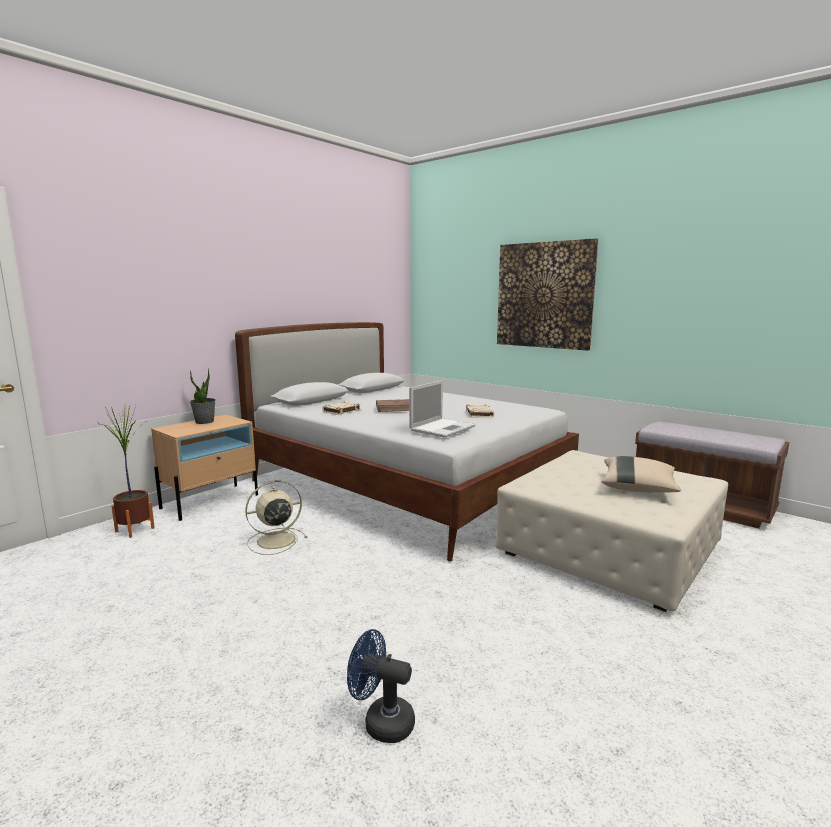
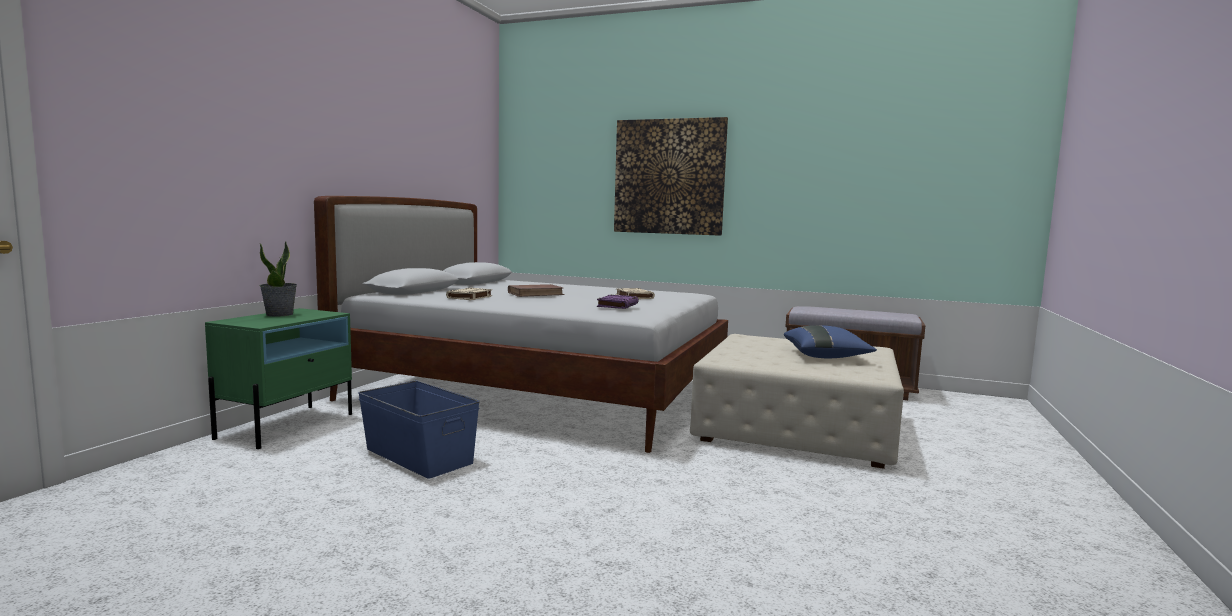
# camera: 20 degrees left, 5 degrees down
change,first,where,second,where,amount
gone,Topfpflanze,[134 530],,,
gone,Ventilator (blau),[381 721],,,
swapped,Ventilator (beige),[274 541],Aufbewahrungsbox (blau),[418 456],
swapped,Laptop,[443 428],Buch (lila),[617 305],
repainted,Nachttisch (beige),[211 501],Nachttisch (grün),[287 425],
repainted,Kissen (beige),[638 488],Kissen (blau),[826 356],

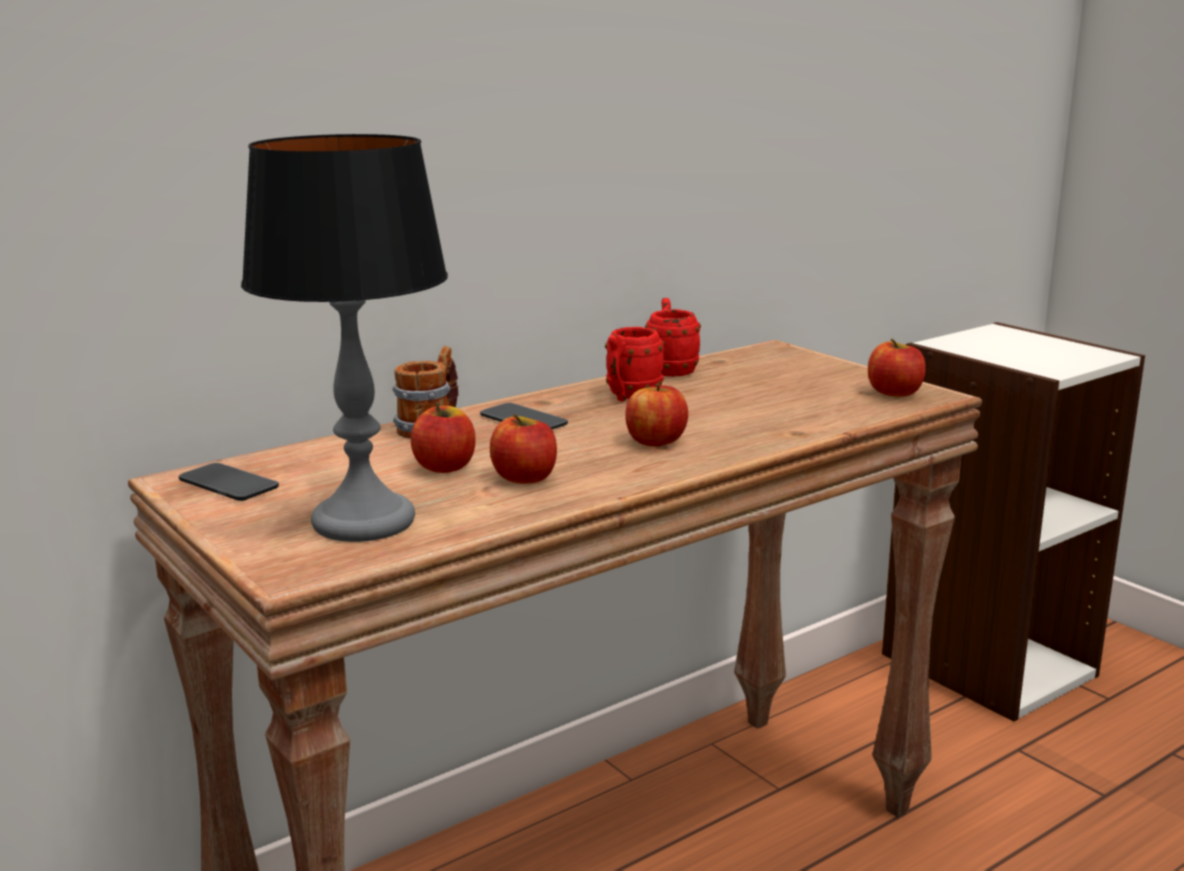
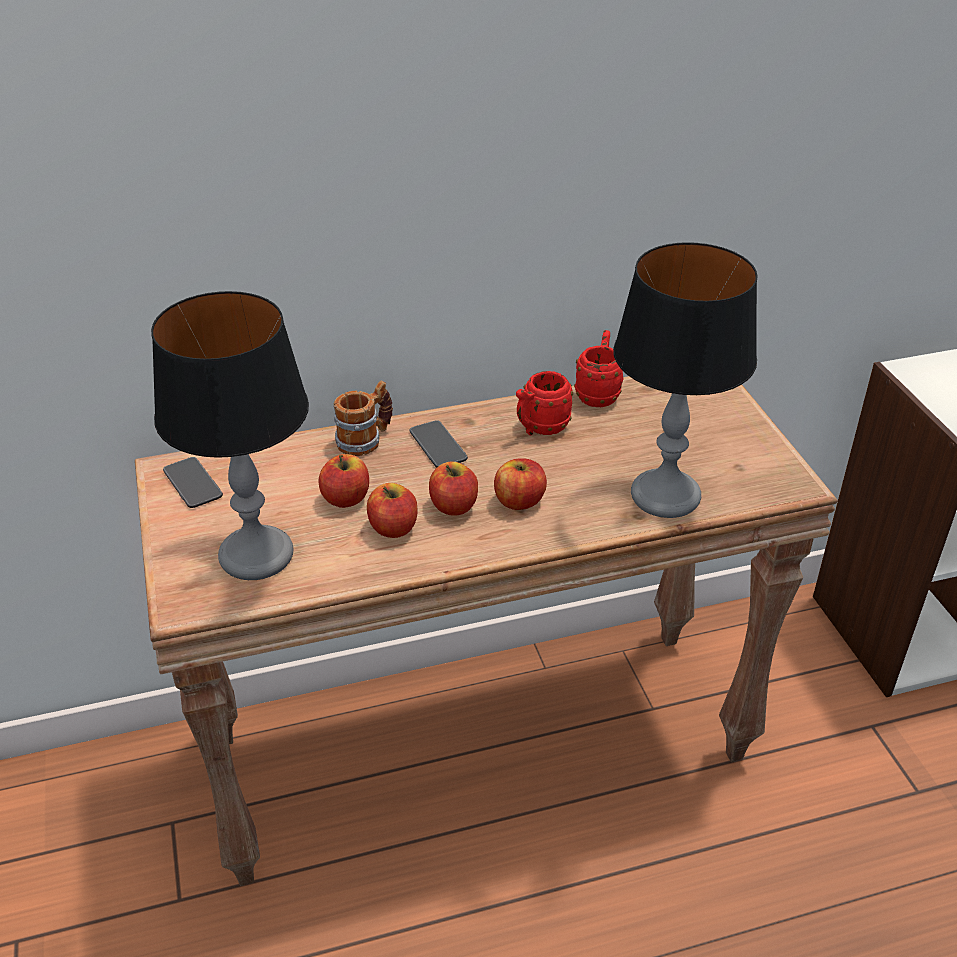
# camera: 20 degrees right, 20 degrees up
change,first,where,second,where,amount
new,,,Tischlampe,[665 495],
shifted,Apfel,[894 393],,[454 506],

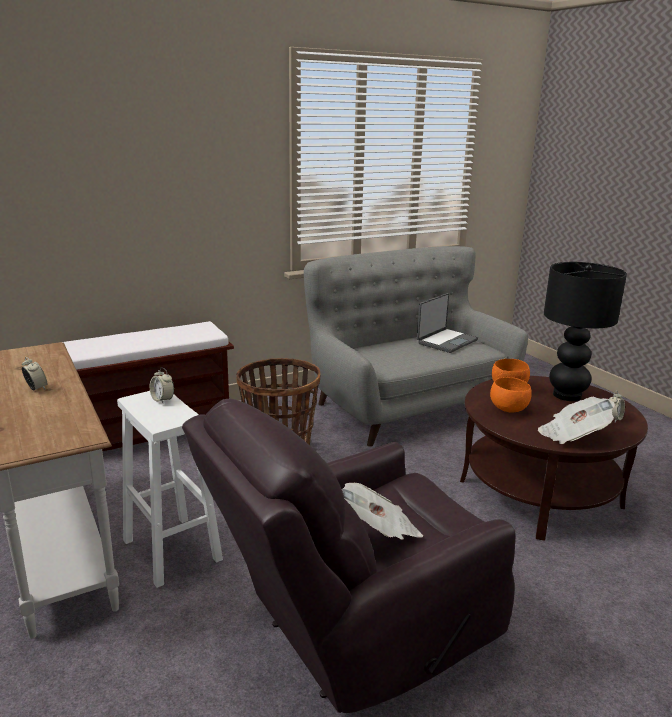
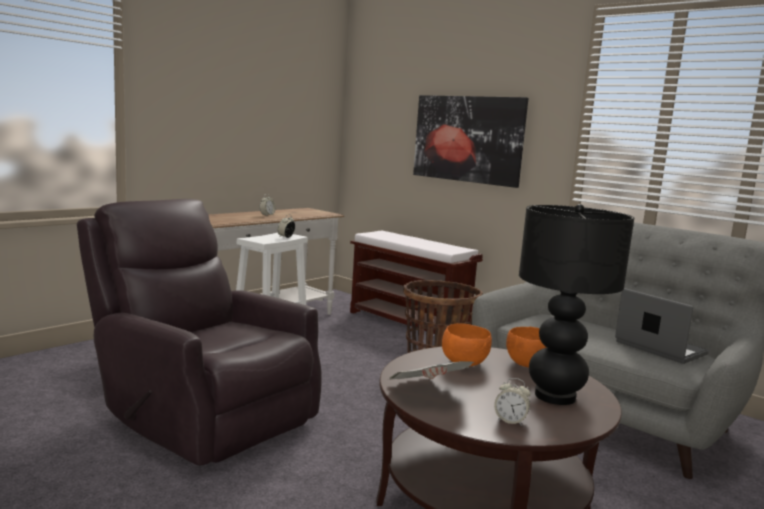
# camera: 70 degrees right, 10 degrees down
change,first,where,second,where,amount
gone,Zeitung,[380 530],,,
new,,,Bild,[468 139],
rotated,Laptop,[446 341],,[659 348],150 degrees counterclockwise

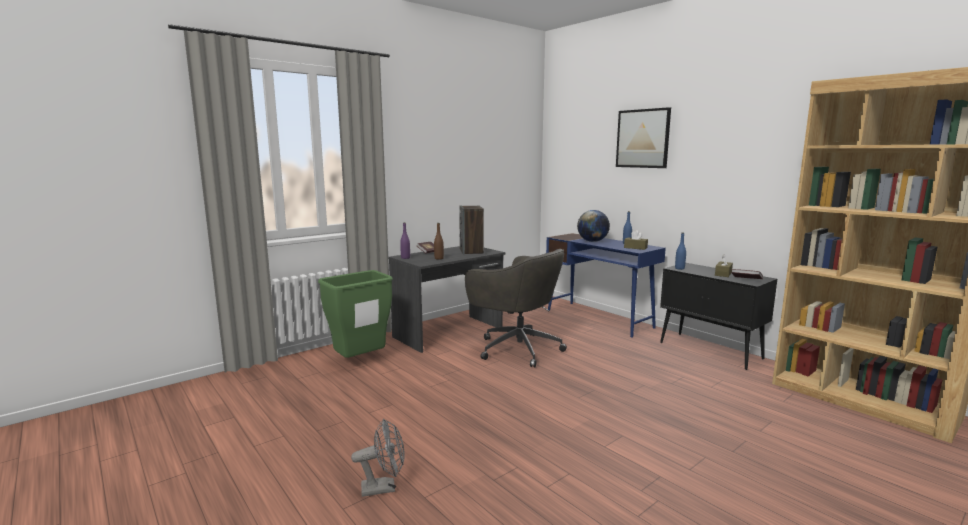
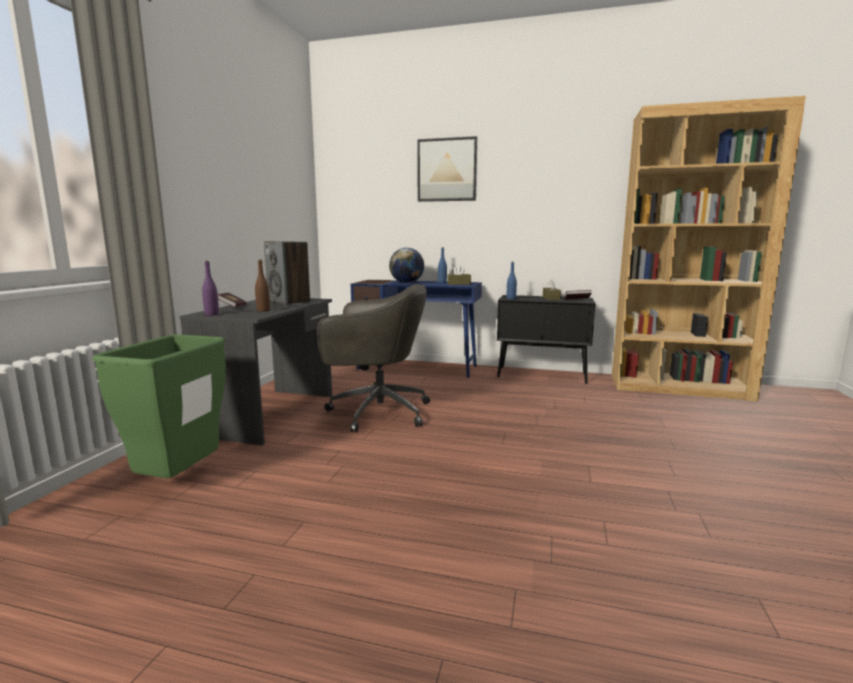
# camera: 35 degrees left, 0 degrees up
change,first,where,second,where,amount
gone,Ventilator (grau),[384 487],,,

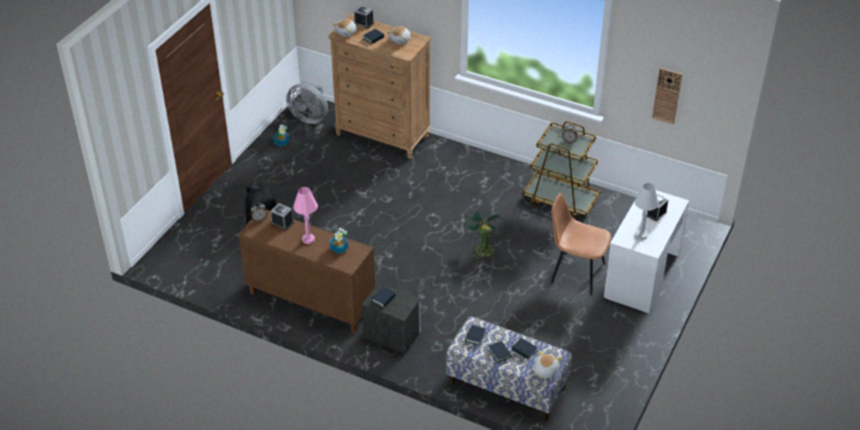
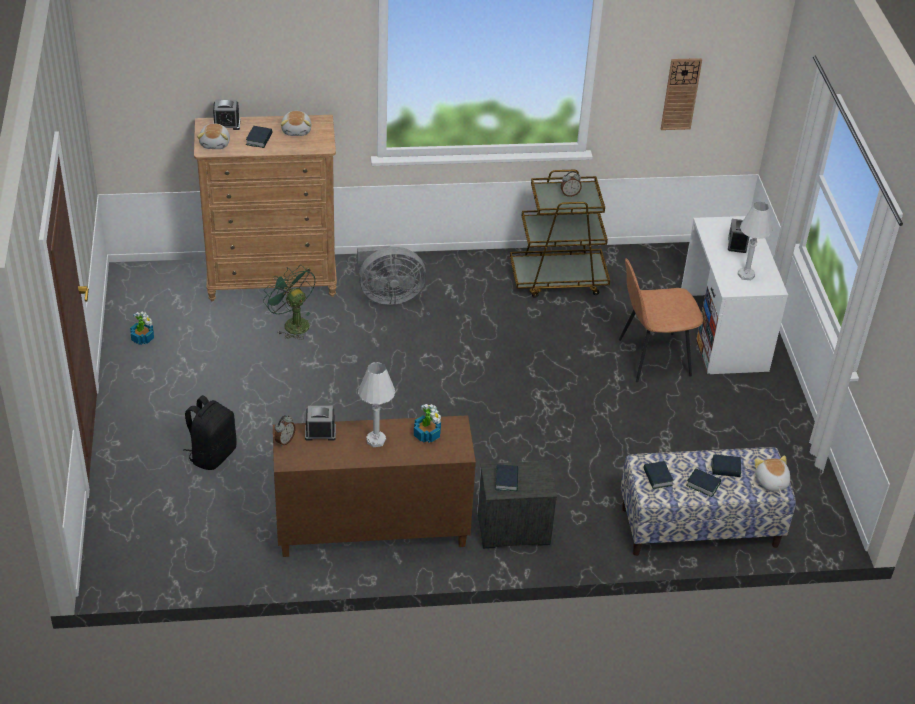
# camera: 35 degrees left, 0 degrees up
change,first,where,second,where,amount
shifted,Ventilator (grau),[309 117],,[388 296],
shifted,Ventilator (grün),[482 247],,[292 323],
repainted,Tischlampe (rosa),[308 239],Tischlampe (weiß),[376 440],

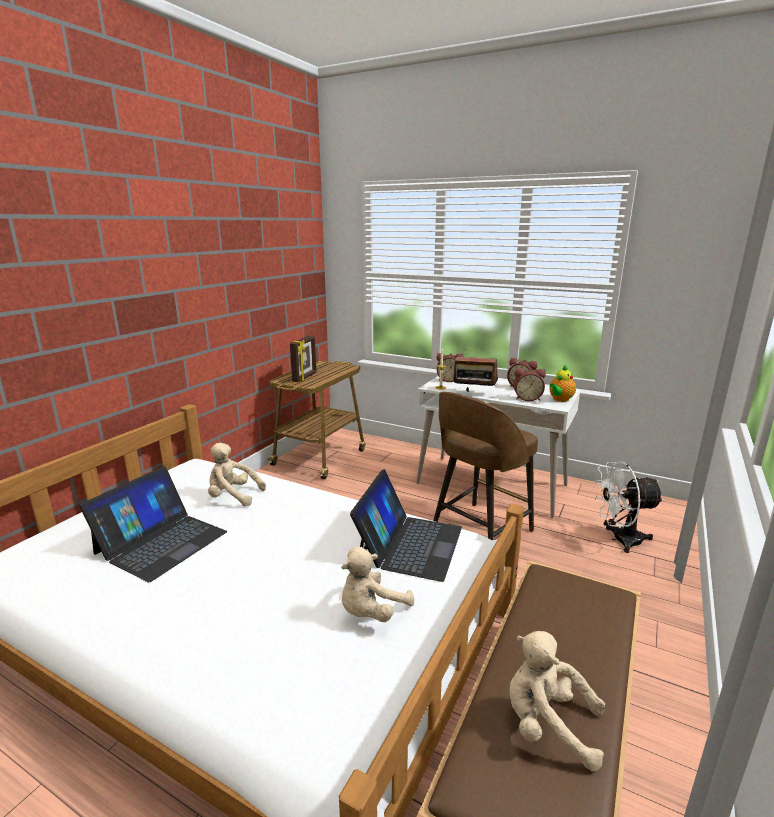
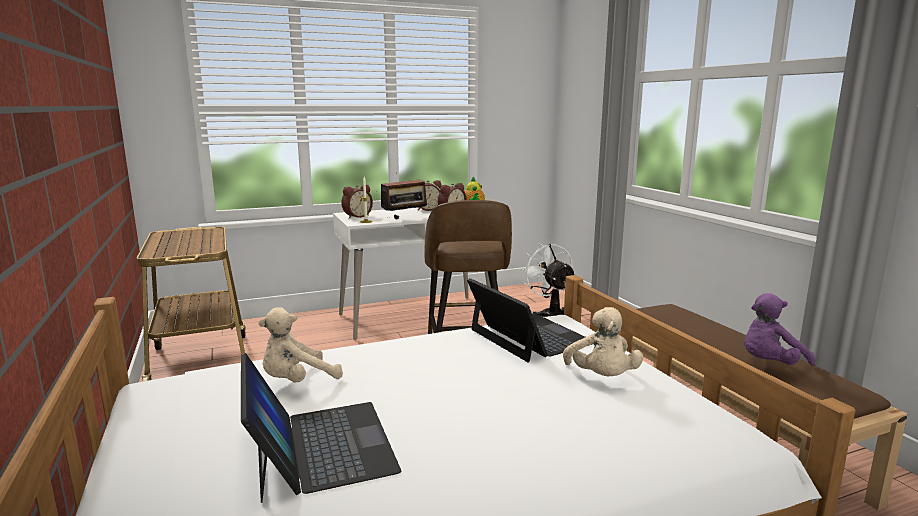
# camera: 50 degrees left, 5 degrees down
change,first,where,second,where,amount
gone,Bilderrahmen,[305 377],,,
repainted,Plüschtier (beige),[547 725],Plüschtier (lila),[769 364],
rotated,Ventilator (weiß),[620 539],,[550 314],120 degrees clockwise

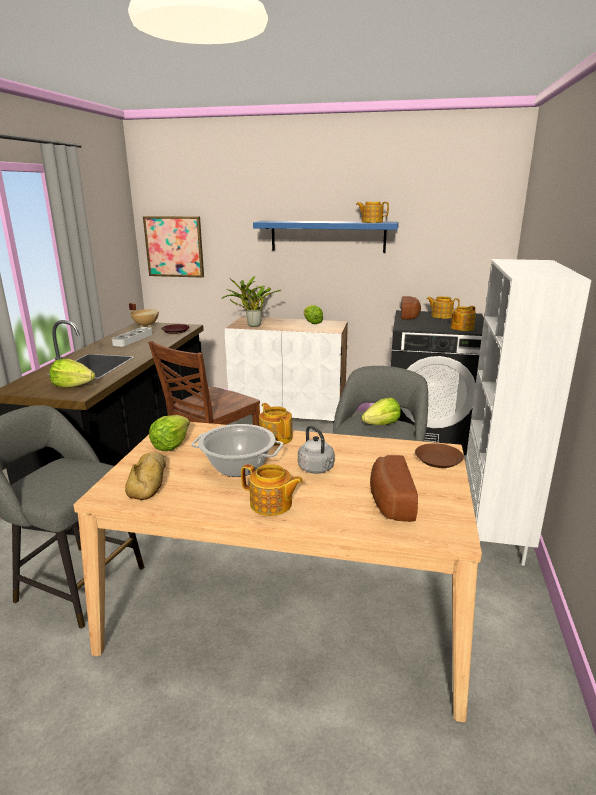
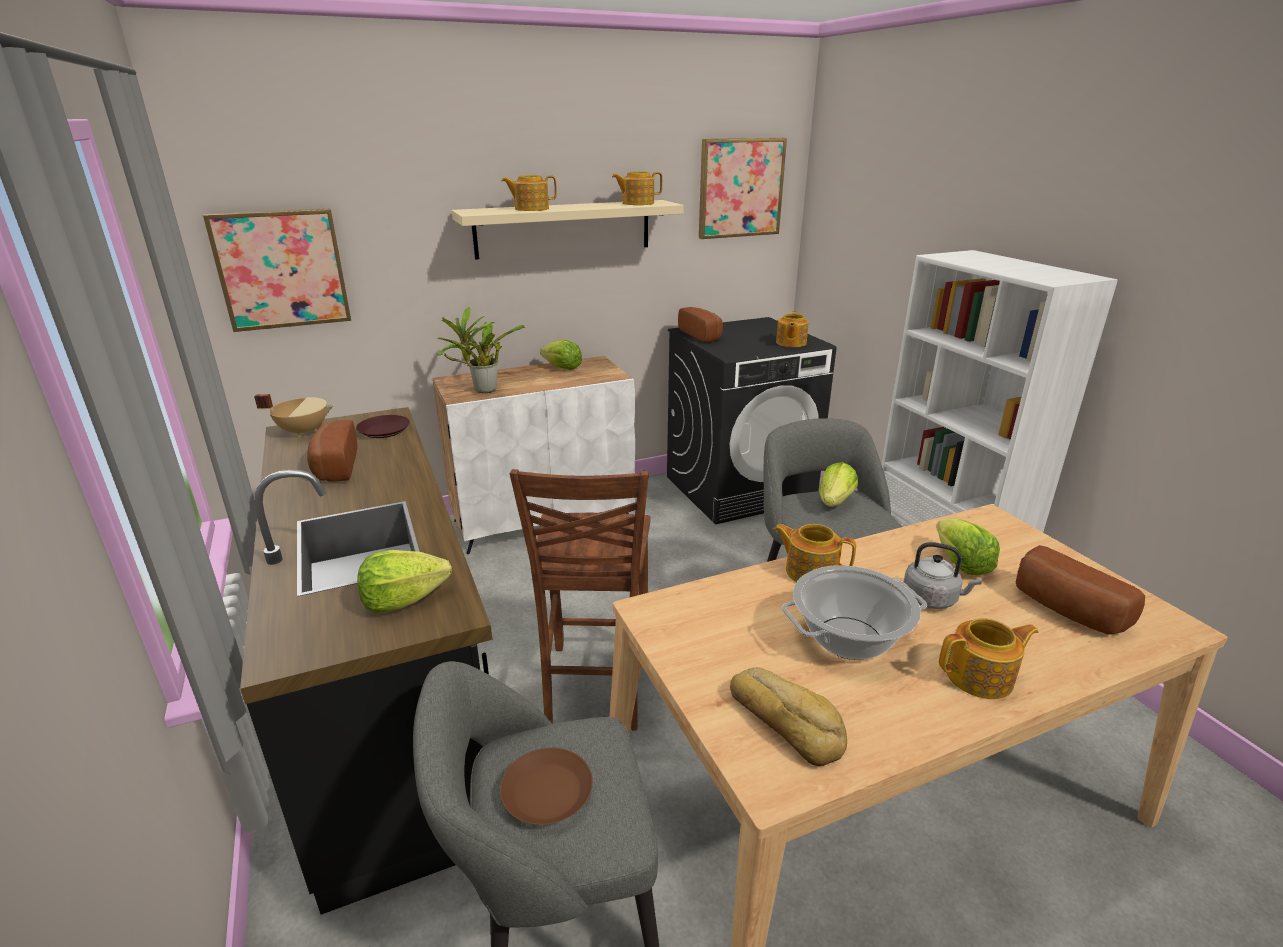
# camera: 35 degrees left, 5 degrees up
change,first,where,second,where,amount
new,,,Bild,[740 188],
shifted,Salatkopf,[171 445],,[960 563],
shifted,Teller (braun),[439 459],,[548 791],
shifted,Teekanne,[441 316],,[531 209],
swapped,Tablett (grau),[133 339],Brot,[333 467],
repainted,Wandregal (blau),[328 236],Wandregal (beige),[563 229],

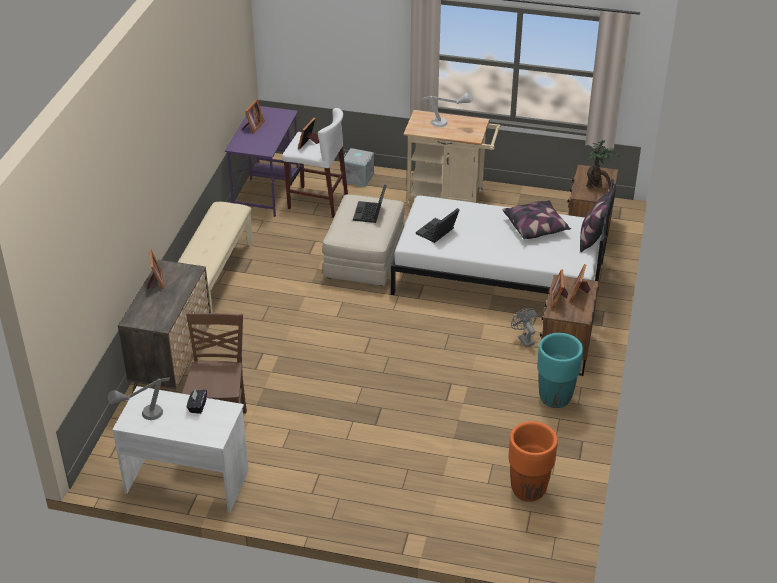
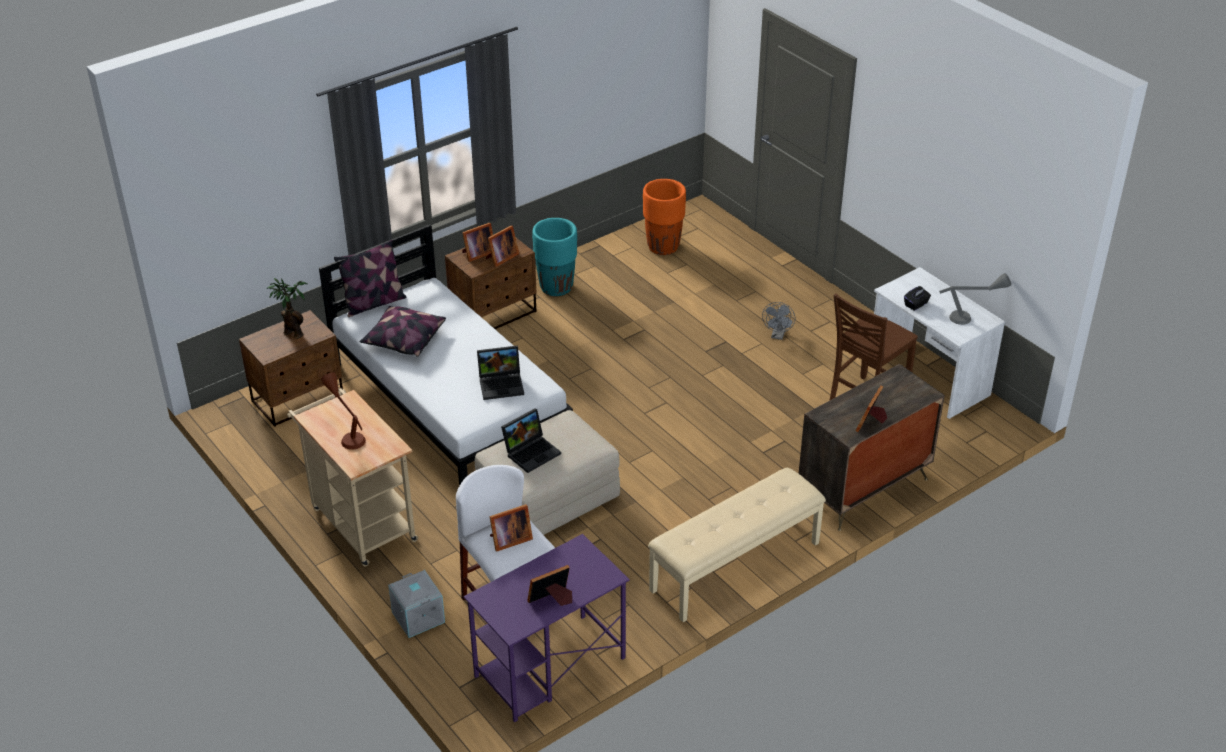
# camera: 140 degrees left, 0 degrees up
change,first,where,second,where,amount
shifted,Ventilator (grau),[524 339],,[778 335],
repainted,Tischlampe (grau),[447 124],Tischlampe (braun),[348 434],

